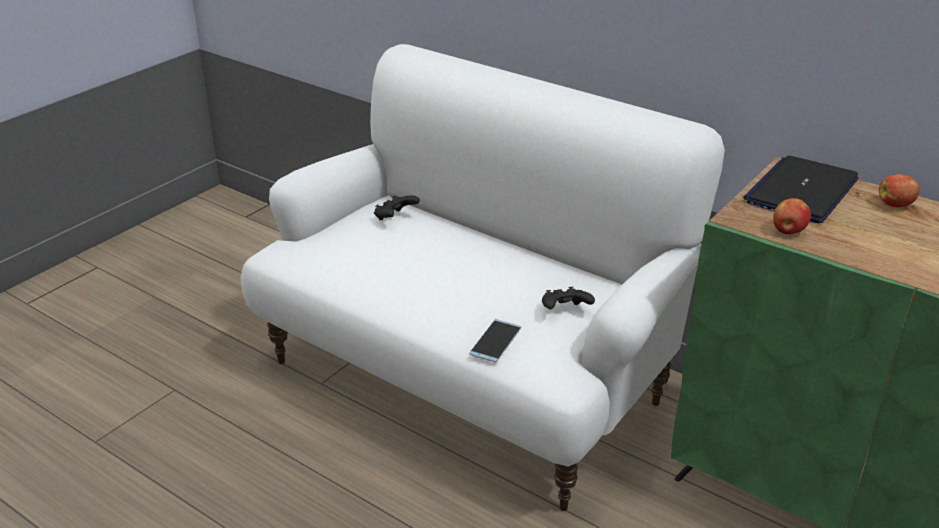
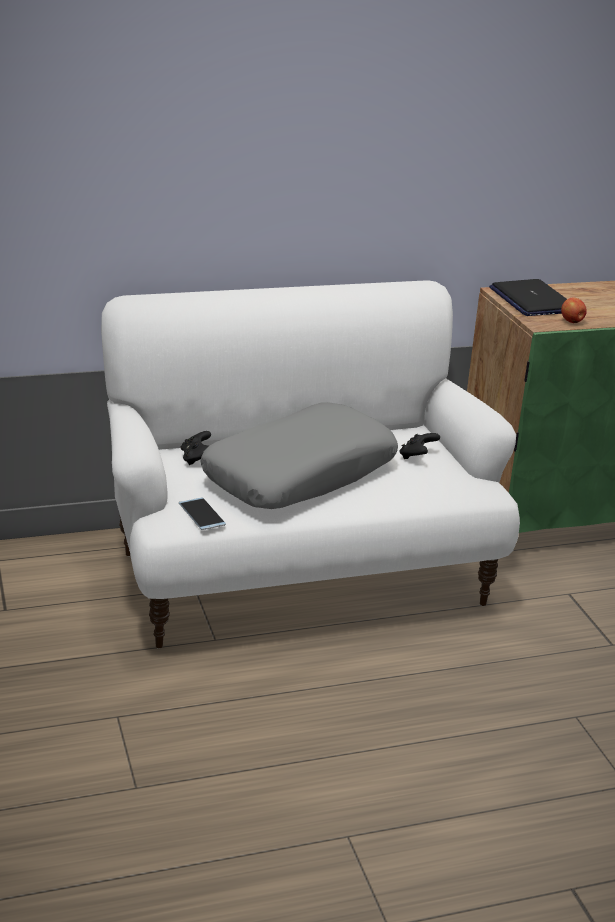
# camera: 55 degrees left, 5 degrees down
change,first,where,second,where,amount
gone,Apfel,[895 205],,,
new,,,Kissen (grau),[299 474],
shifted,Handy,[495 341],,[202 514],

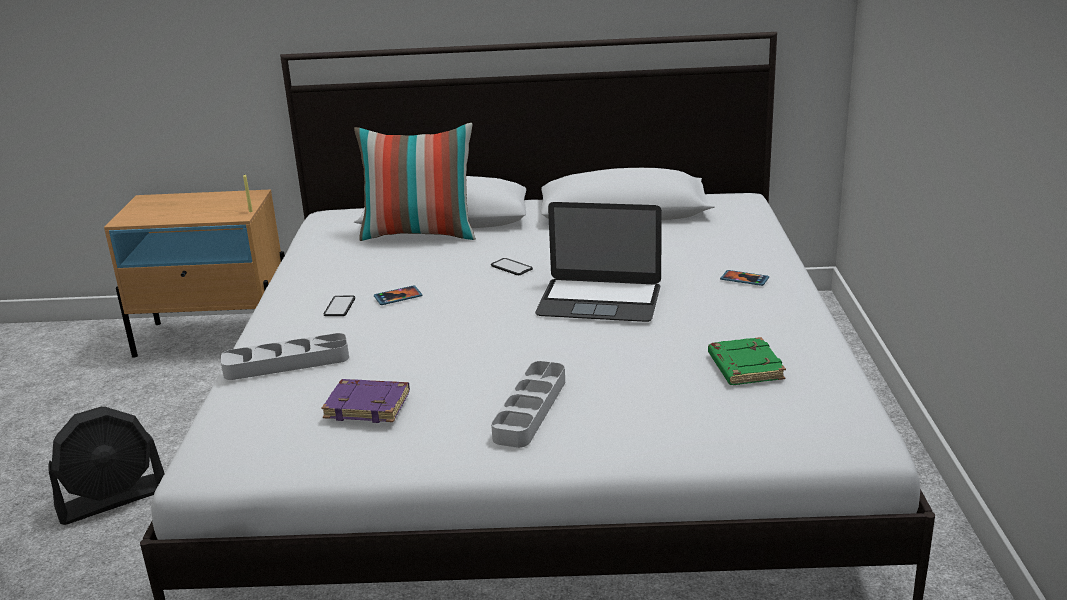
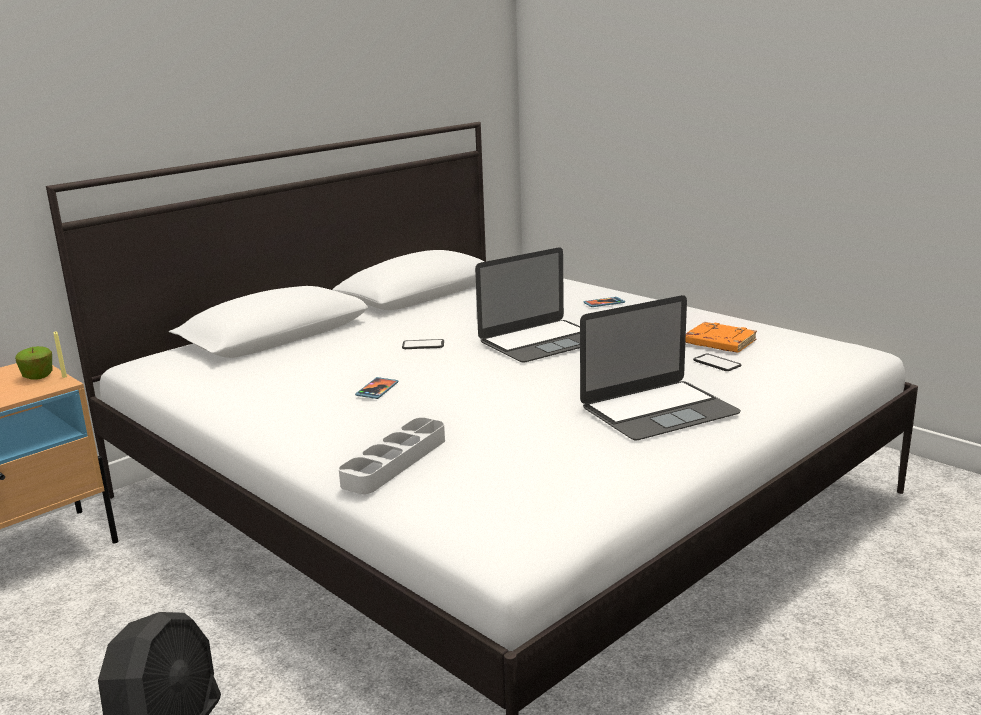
# camera: 45 degrees left, 5 degrees down
change,first,where,second,where,amount
gone,Buch (lila),[369 405],,,
gone,Kissen,[420 234],,,
new,,,Apfel,[38 376],
shifted,Handy,[339 307],,[717 363],
swapped,Tablett (grau),[530 409],Laptop,[659 410],
repainted,Buch (grün),[744 367],Buch (orange),[718 343],

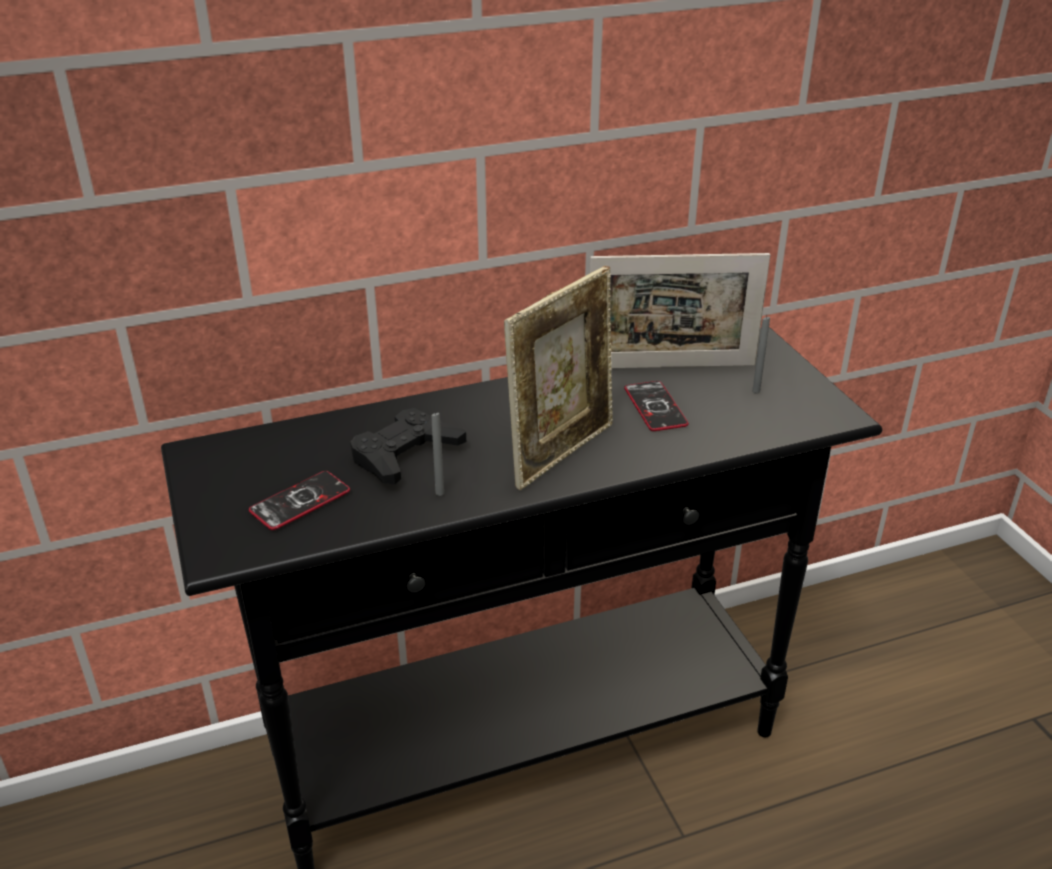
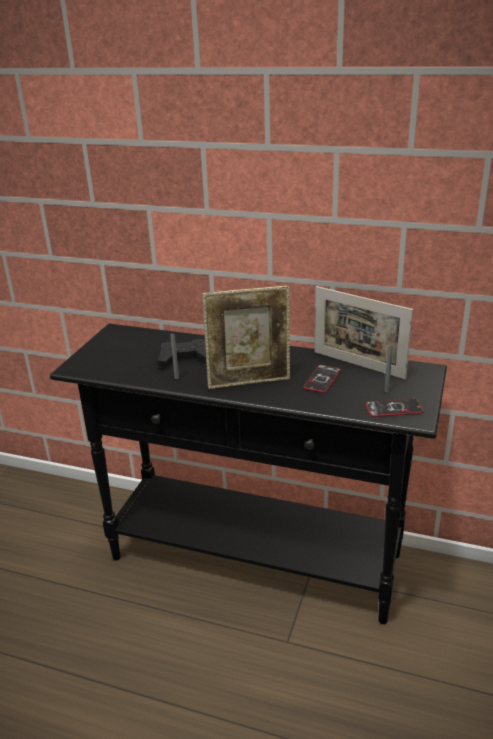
# camera: 40 degrees right, 5 degrees down
change,first,where,second,where,amount
shifted,Handy,[300 502],,[393 409],

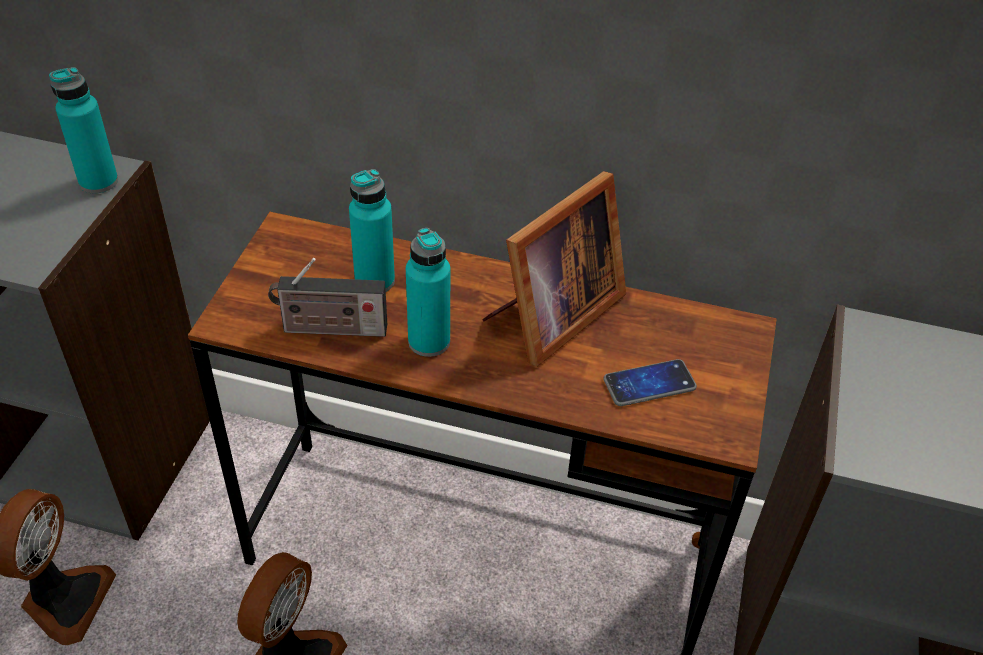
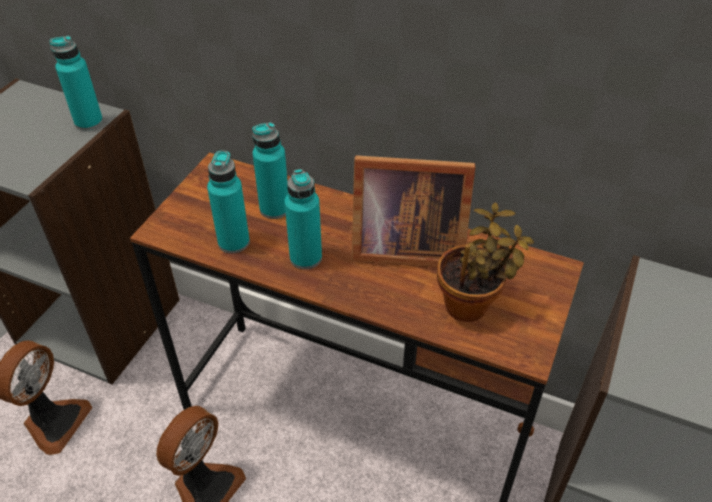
# camera: 10 degrees right, 0 degrees up
change,first,where,second,where,amount
swapped,Radio,[330 329],Flasche (türkis),[234 242],
swapped,Handy,[649 384],Topfpflanze,[471 305],
rotated,Bilderrahmen,[551 316],,[403 246],45 degrees clockwise

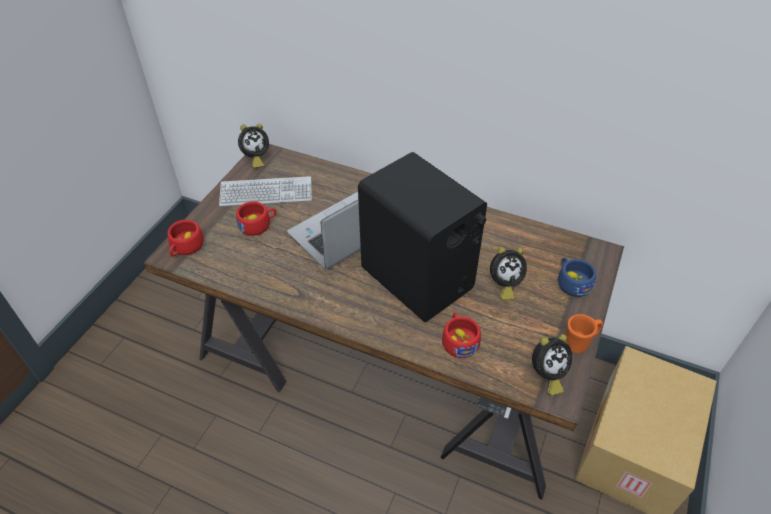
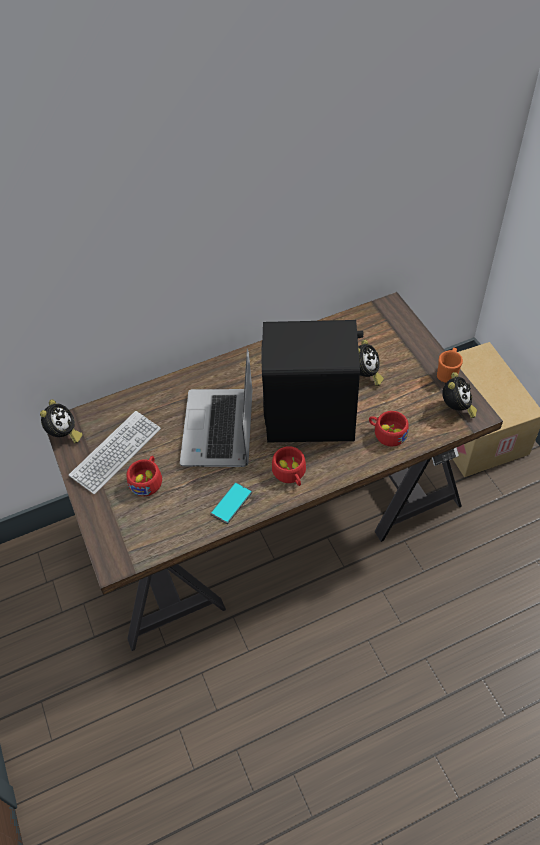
# camera: 45 degrees left, 5 degrees up
change,first,where,second,where,amount
gone,Tasse (blau),[572 282],,,
new,,,Handy,[231 503],
shifted,Tasse (rot),[185 247],,[290 474],

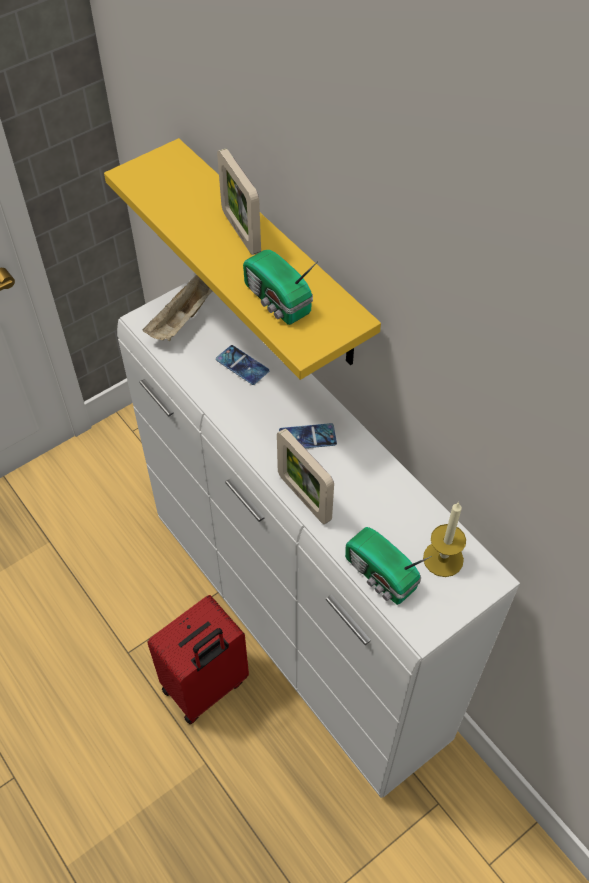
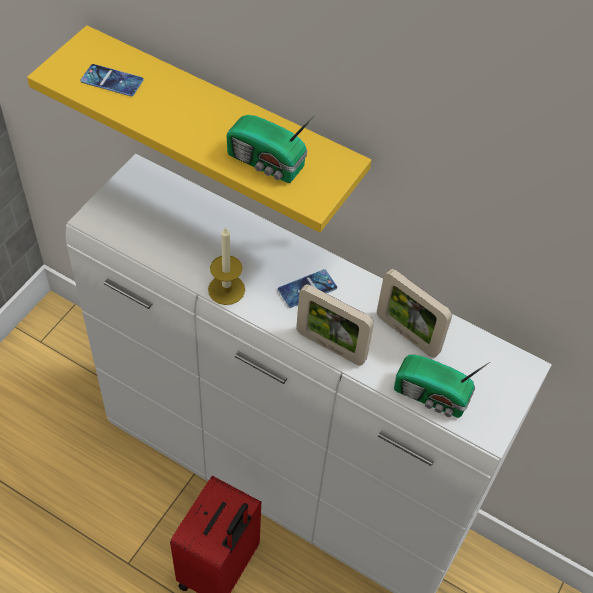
# camera: 25 degrees left, 0 degrees up
change,first,where,second,where,amount
gone,Tablett (beige),[184 319],,,
shifted,Handy,[242 365],,[112 81],
shifted,Bilderrahmen,[241 232],,[407 335],
shifted,Kerze,[443 559],,[226 289],

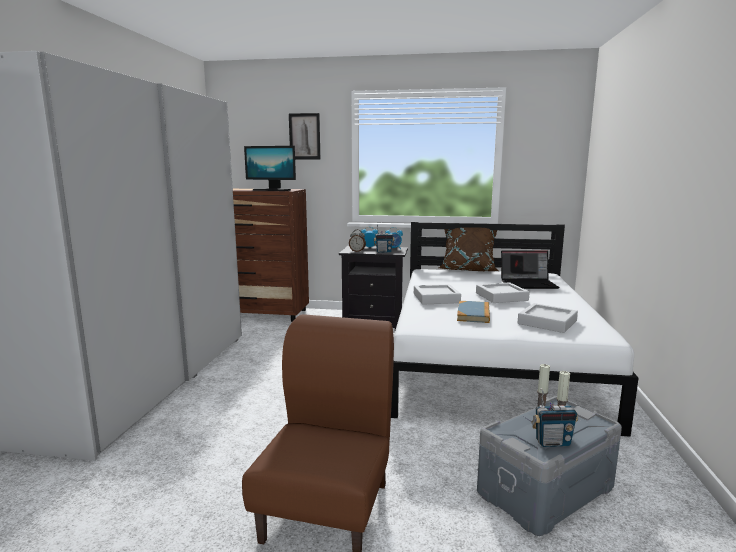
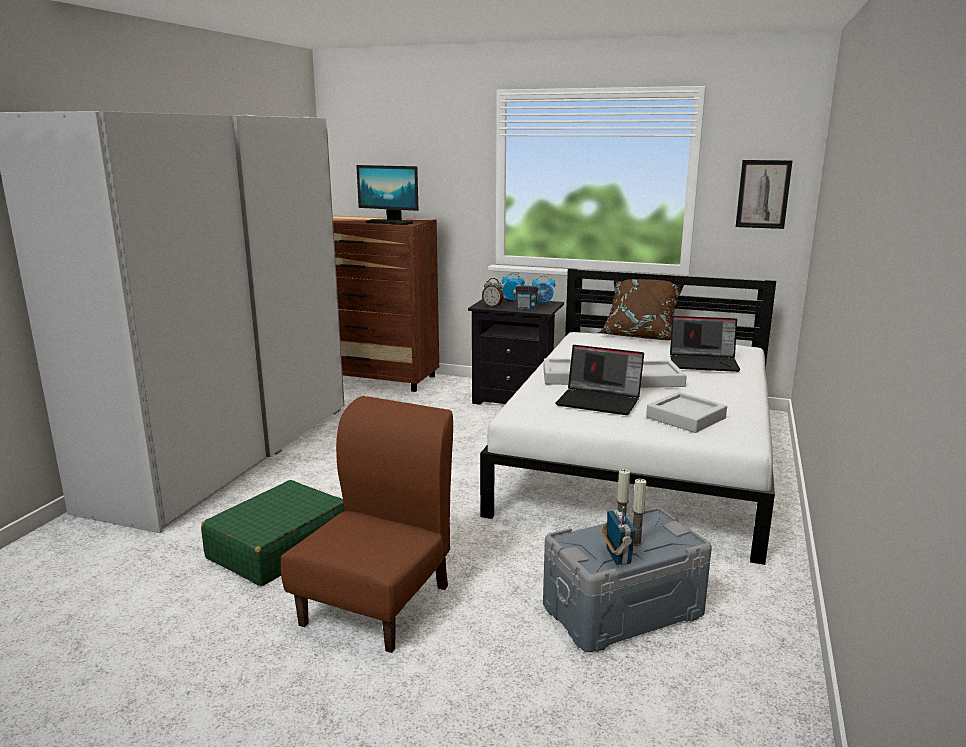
# camera: 10 degrees right, 5 degrees up
change,first,where,second,where,amount
new,,,Koffer (grün),[278 547],
shifted,Bild,[304 136],,[763 194],
swapped,Buch,[473 314],Laptop,[600 401],
rotated,Radio,[552 442],,[617 556],105 degrees counterclockwise

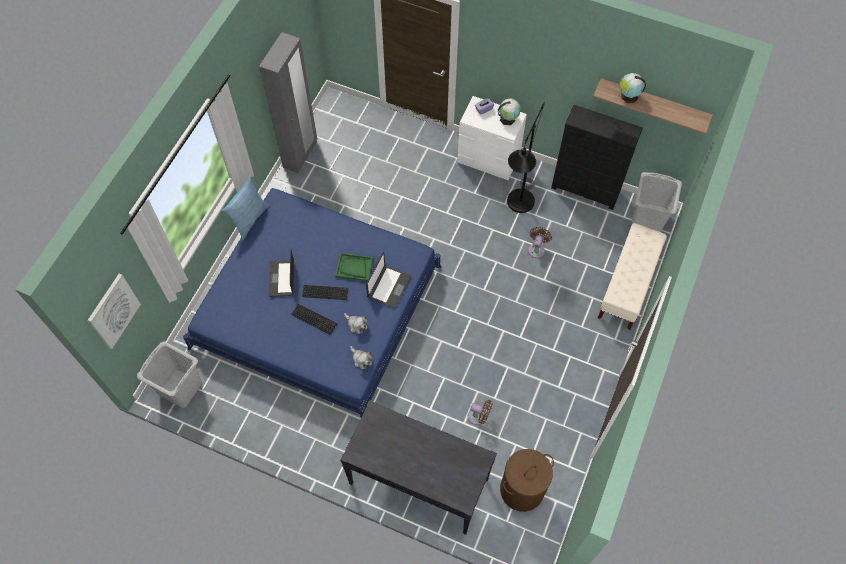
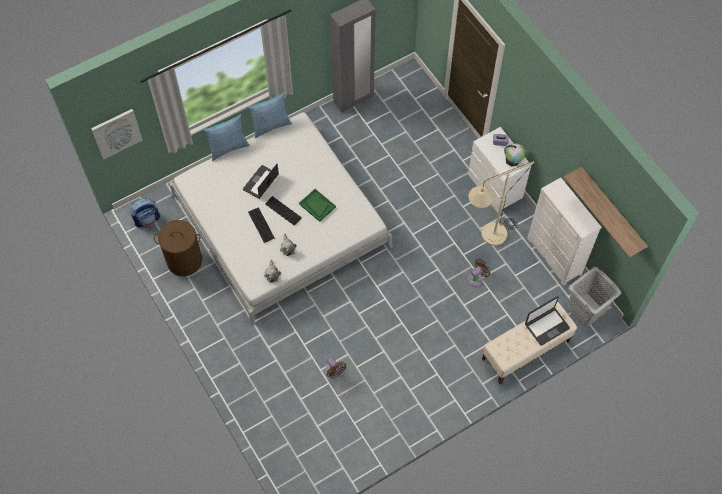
# camera: 35 degrees right, 0 degrees up
change,first,where,second,where,amount
gone,Konsolentisch (schwarz),[418 482],,,
gone,Globus,[628 96],,,
new,,,Kissen,[228 147],
shifted,Laptop,[388 287],,[546 326],
shifted,Wäschekorb (braun),[522 490],,[184 260],
swapped,Wäschekorb (grau),[180 388],Rucksack,[147 219],
repainted,Bett (blau),[317 307],Bett (weiß),[280 221],
repainted,Stehlampe (schwarz),[518 207],Stehlampe (beige),[488 238],
repainted,Kommode (schwarz),[585 190],Kommode (weiß),[553 257],

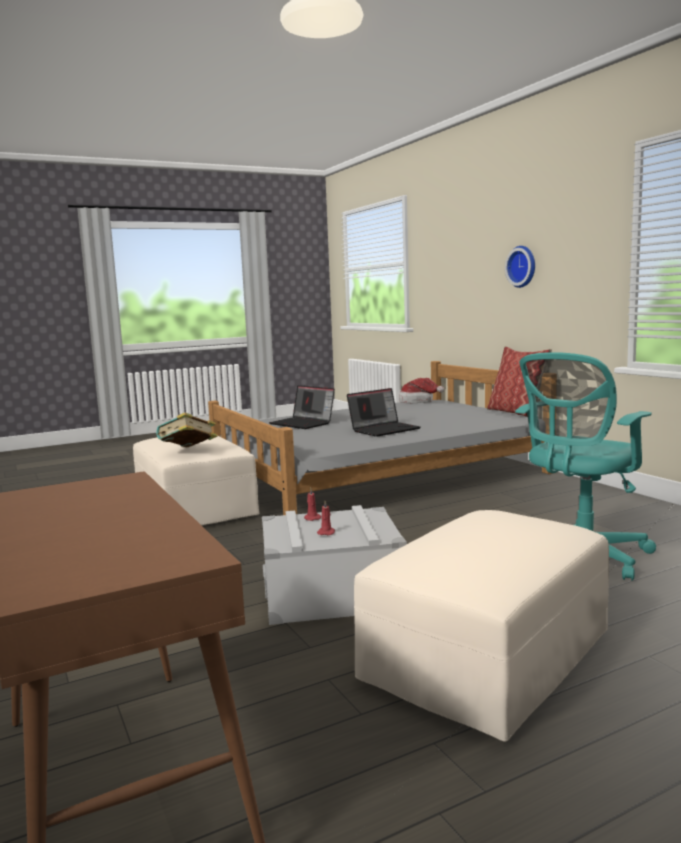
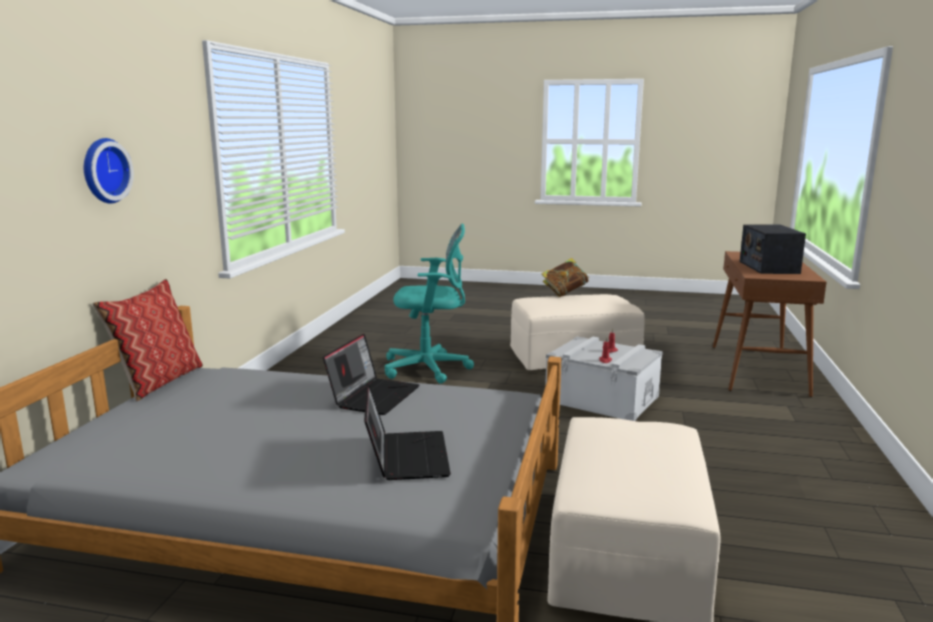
# camera: 140 degrees left, 5 degrees up
change,first,where,second,where,amount
gone,Hut,[419 401],,,
new,,,Radio,[768 267],
shifted,Buch,[188 451],,[565 293],
rotated,Laptop,[384 429],,[373 396],105 degrees clockwise

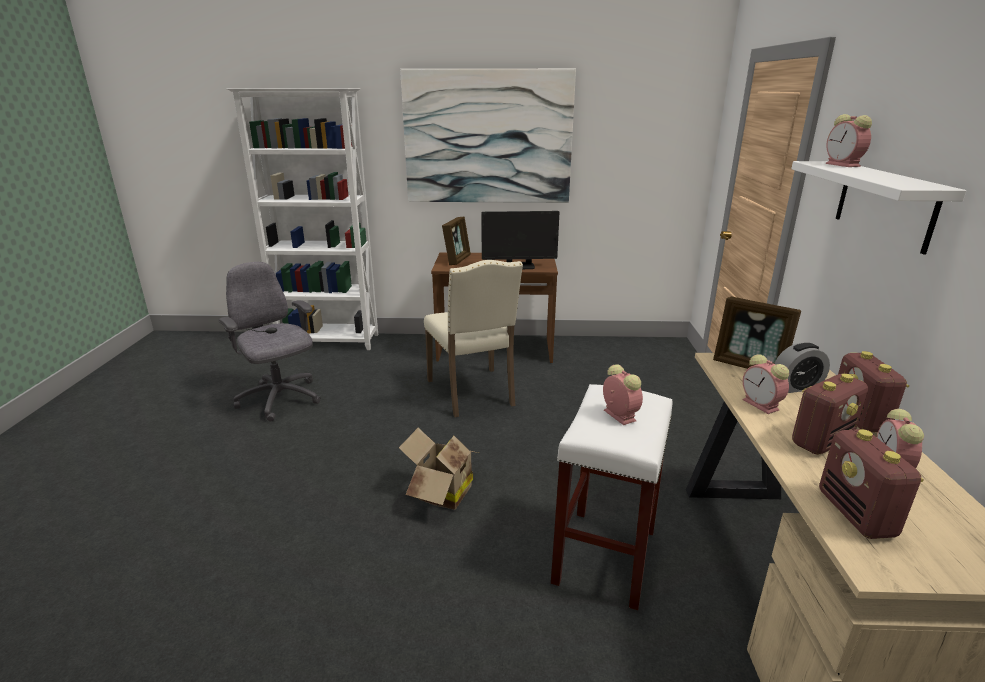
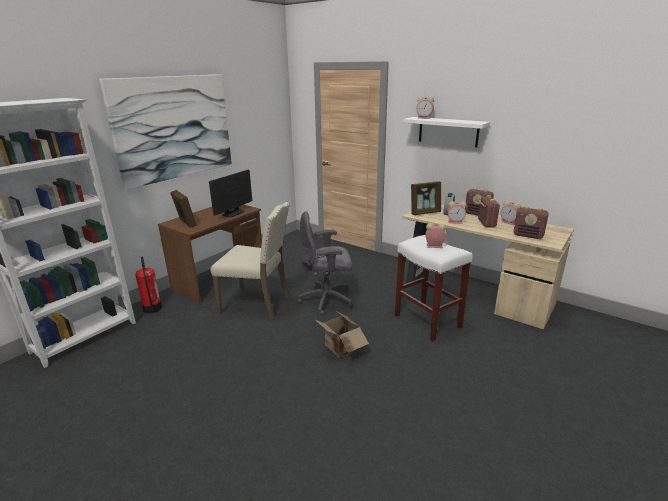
# camera: 55 degrees left, 0 degrees up
change,first,where,second,where,amount
new,,,Feuerlöscher,[152 308],
shifted,Bürostuhl (grau),[280 400],,[327 300],

